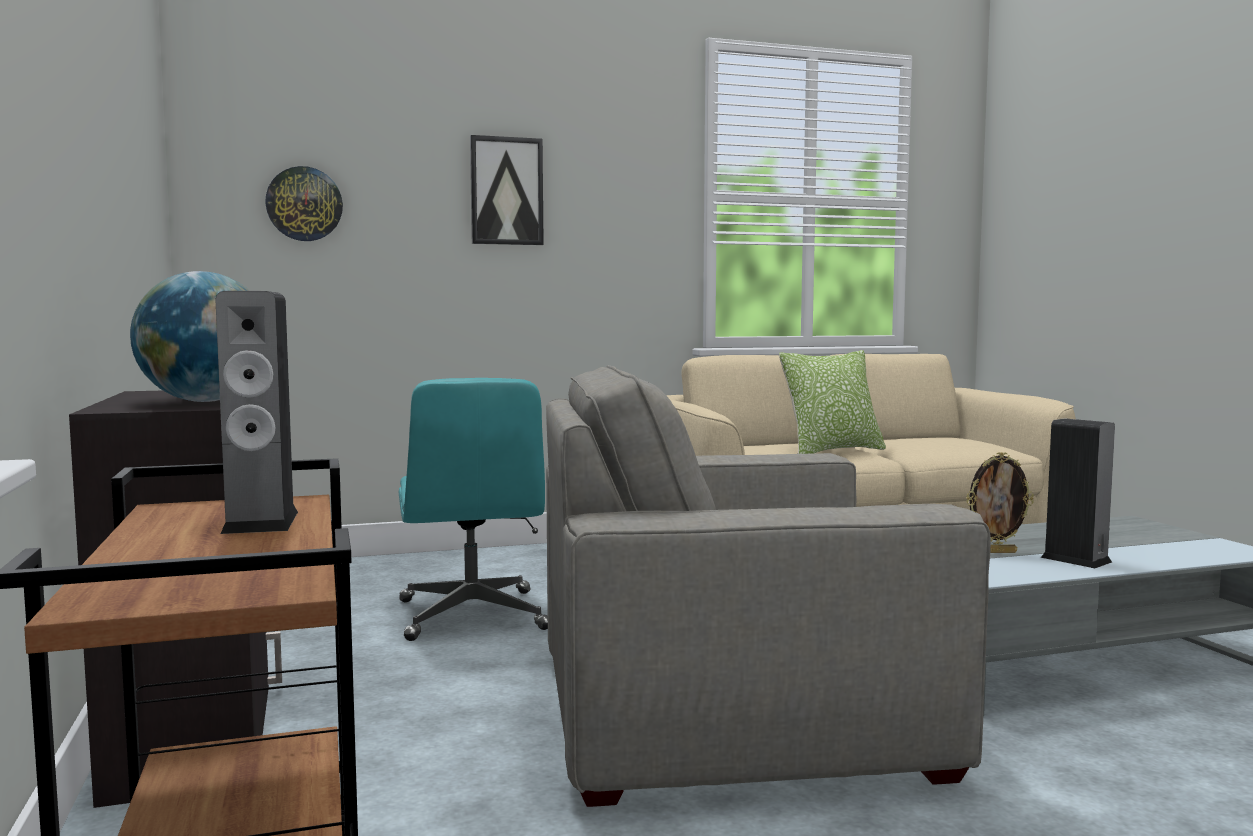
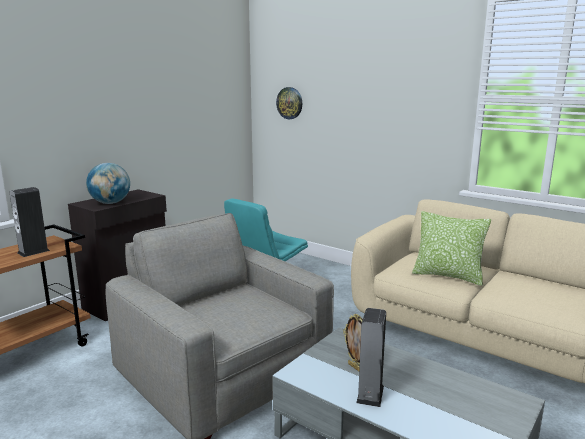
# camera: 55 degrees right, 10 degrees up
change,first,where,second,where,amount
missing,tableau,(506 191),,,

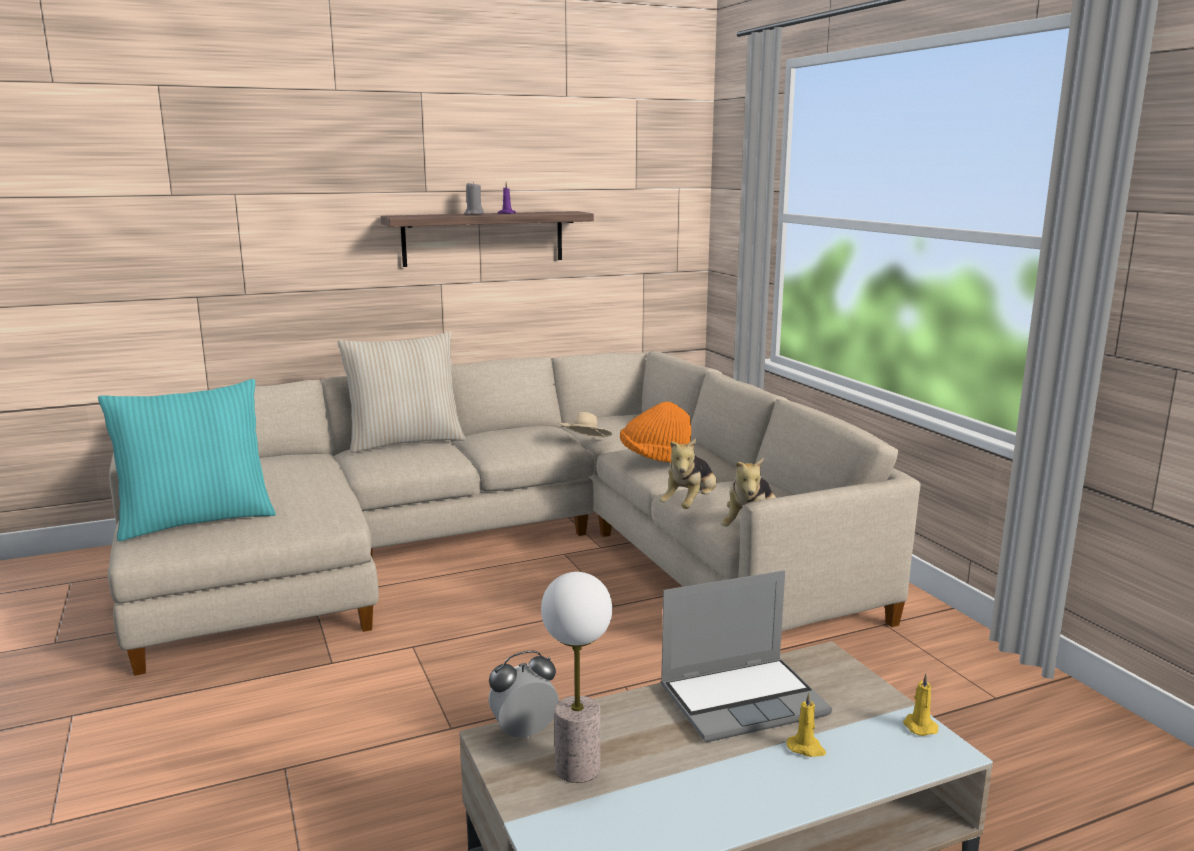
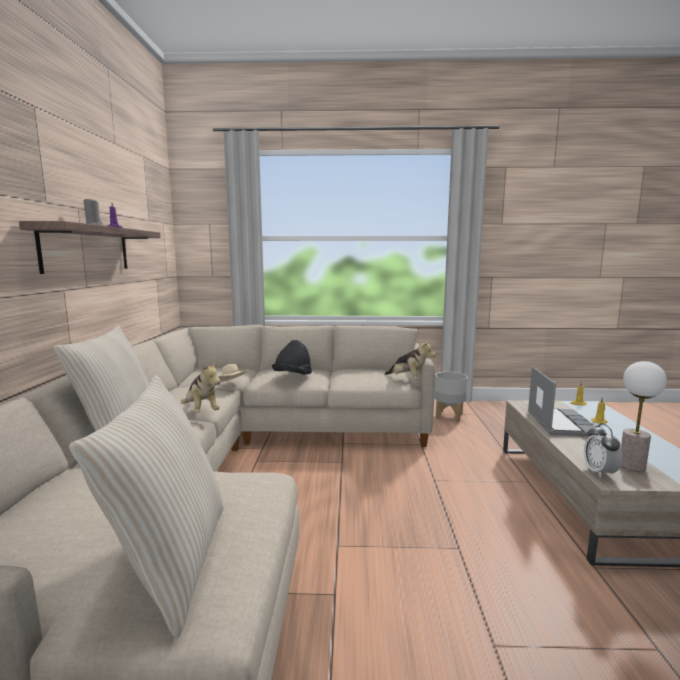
# camera: 65 degrees left, 5 degrees down
change,first,where,second,where,amount
appeared,,,cache-pot (gris),(449 416),
relocated,peluche,(690 505),,(201 411),
colour,coussin (turquoise),(197 520),coussin (beige),(171 562),
colour,chapeau (orange),(655 458),chapeau (noir),(293 376),

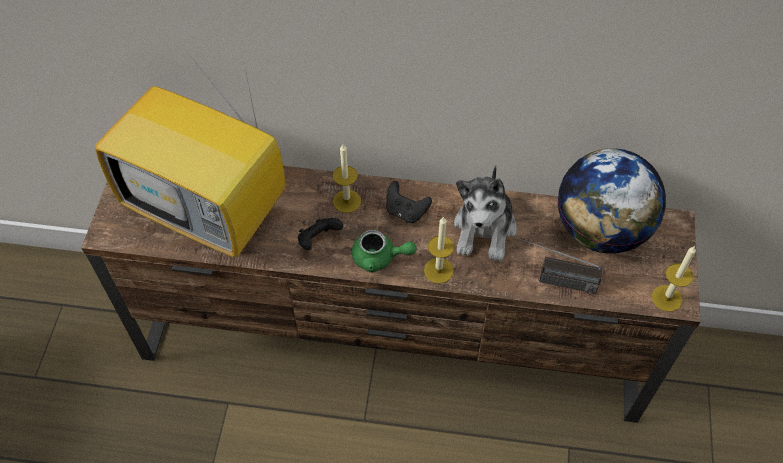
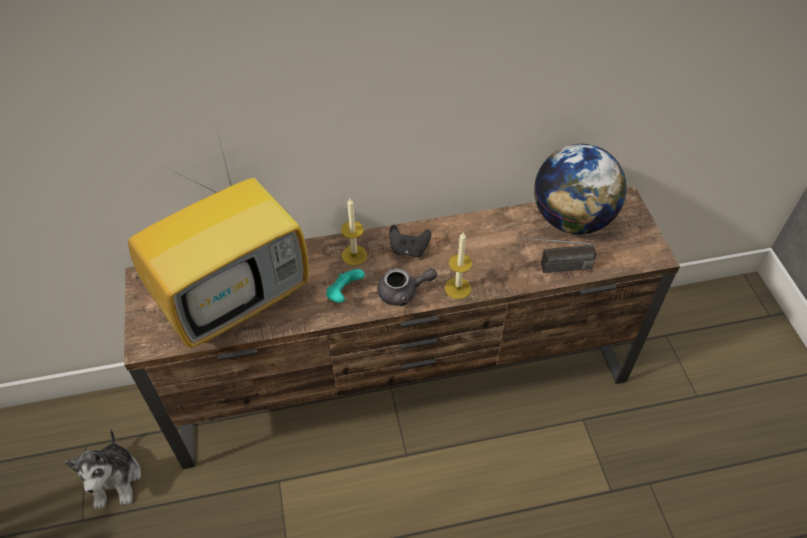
# camera: 20 degrees left, 5 degrees down
change,first,where,second,where,amount
missing,bougie,(667 298),,,
relocated,peluche,(484 229),,(116 479),
colour,manette (noir),(318 240),manette (turquoise),(344 294),
colour,théière (vert),(379 258),théière (gris),(403 293),
spun,téléviseur,(211 210),,(235 297),45 degrees counterclockwise

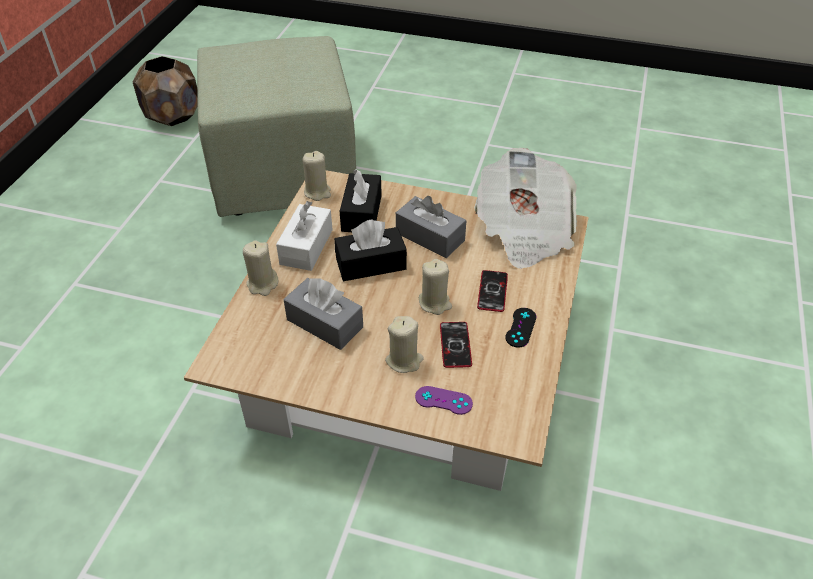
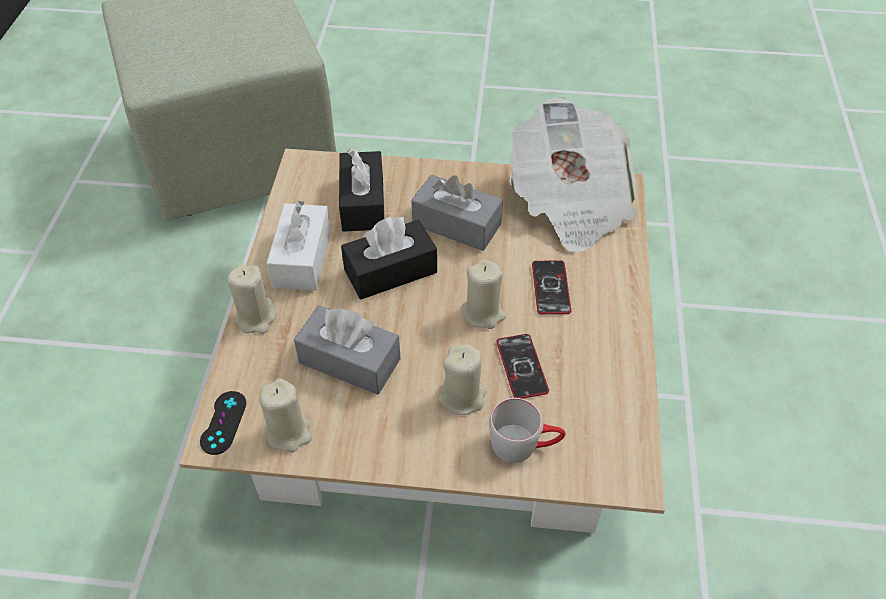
# camera: 10 degrees left, 5 degrees up
change,first,where,second,where,amount
missing,cache-pot (marron),(173 116),,,
relocated,bougie (beige),(317 192),,(289 432),
relocated,manette (noir),(520 327),,(223 422),
exchanged,manette (violet),(443 400),mug (gris),(524 444),

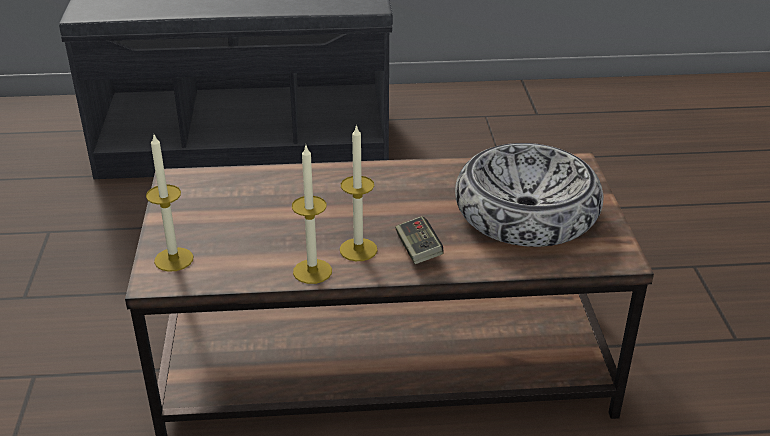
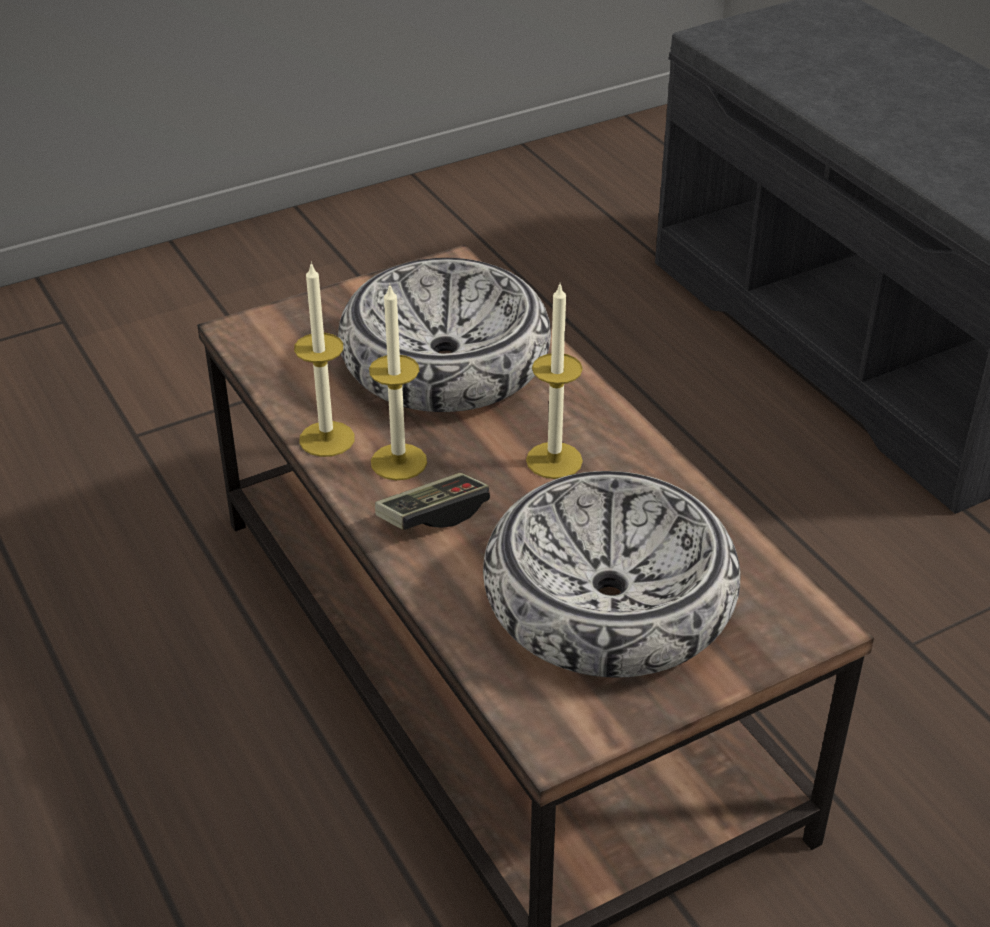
# camera: 65 degrees right, 5 degrees up
change,first,where,second,where,amount
appeared,,,bol,(446 361),
relocated,bougie,(174 259),,(554 460),

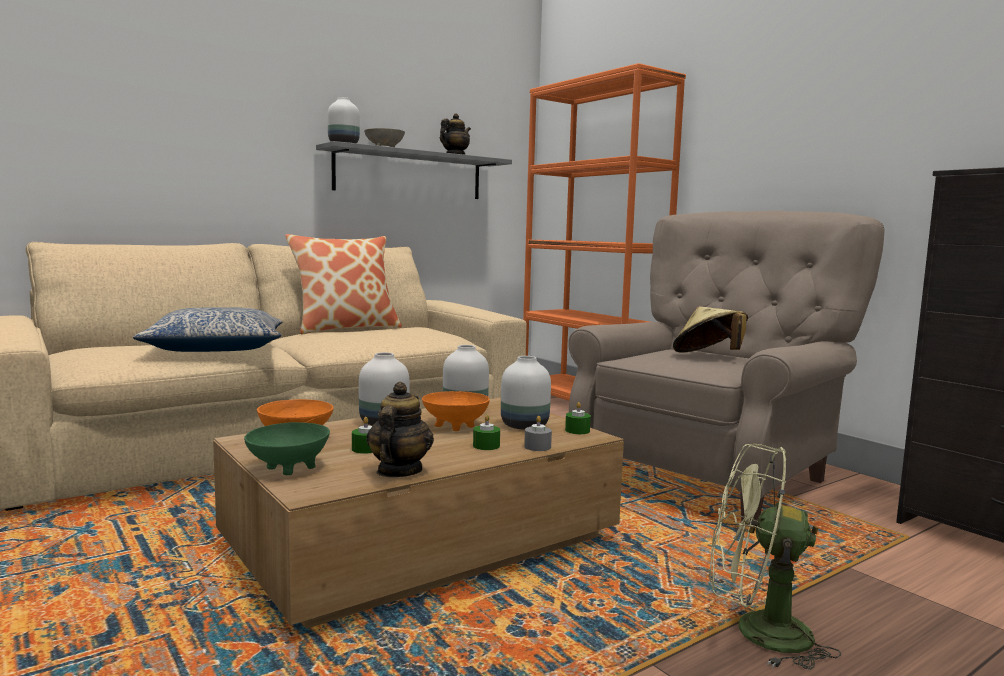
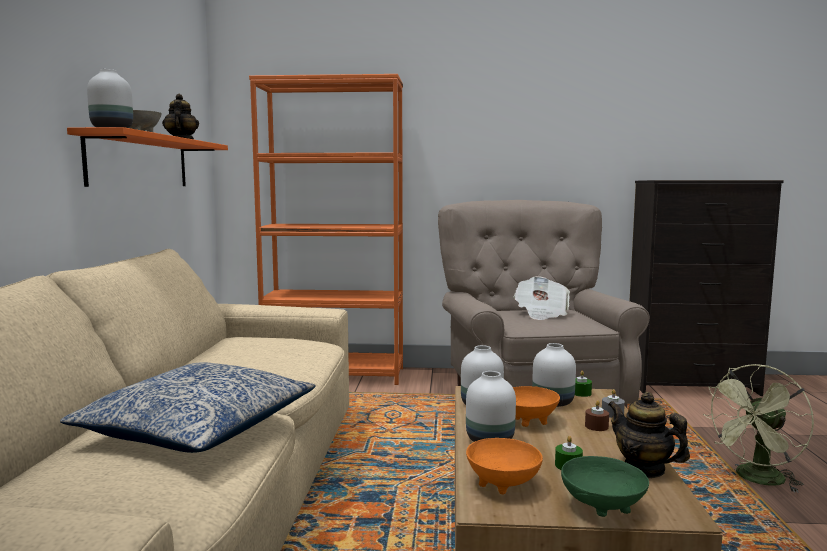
# camera: 50 degrees left, 0 degrees up
change,first,where,second,where,amount
missing,coussin,(345 328),,,
exchanged,chapeau (beige),(708 356),journal,(541 314),
colour,étagère (gris),(409 174),étagère (orange),(140 162),
colour,bougie (vert),(486 446),bougie (marron),(596 426),

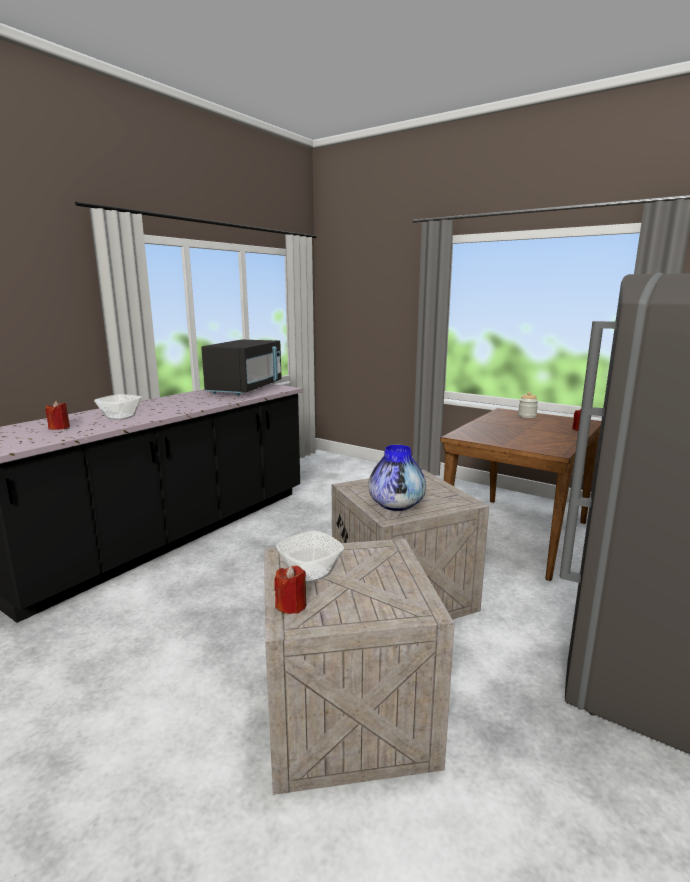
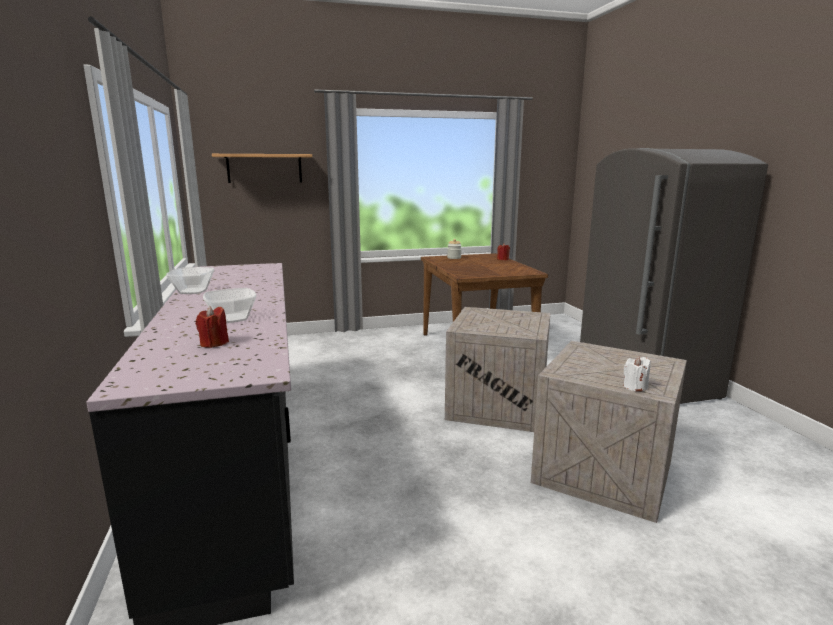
# camera: 50 degrees left, 0 degrees up
change,first,where,second,where,amount
missing,micro-ondes (noir),(246 389),,,
missing,vase,(396 506),,,
appeared,,,étagère,(264 168),
relocated,bol,(309 573),,(192 291),
colour,bougie (rouge),(291 605),bougie (blanc),(635 387),

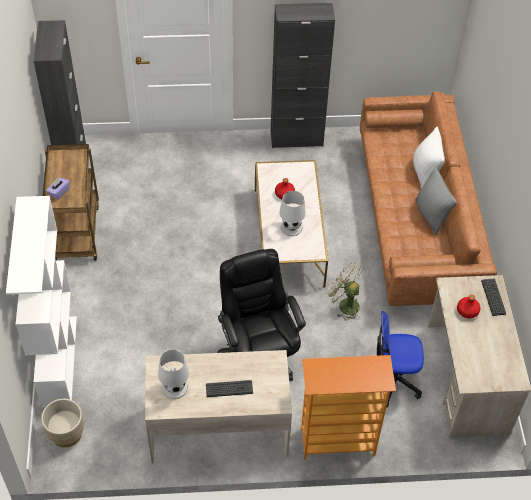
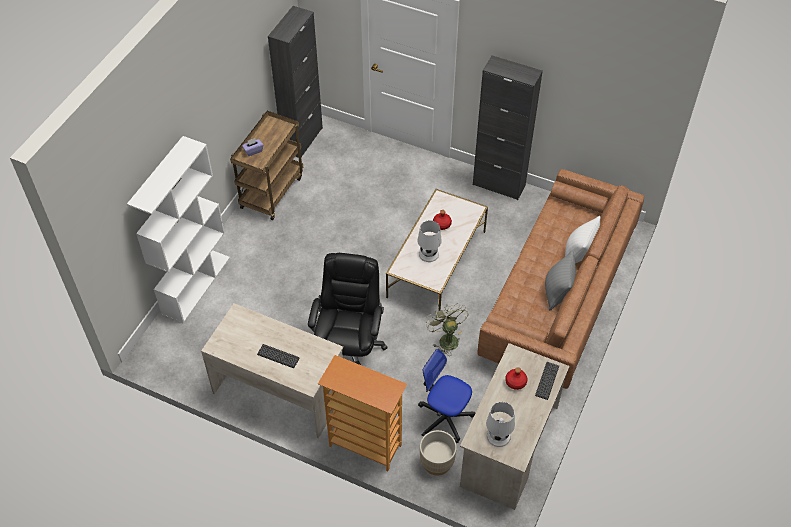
# camera: 30 degrees right, 0 degrees up
change,first,where,second,where,amount
relocated,cache-pot (beige),(66 433),,(436 462),
relocated,lampe de table (blanc),(174 388),,(498 436),

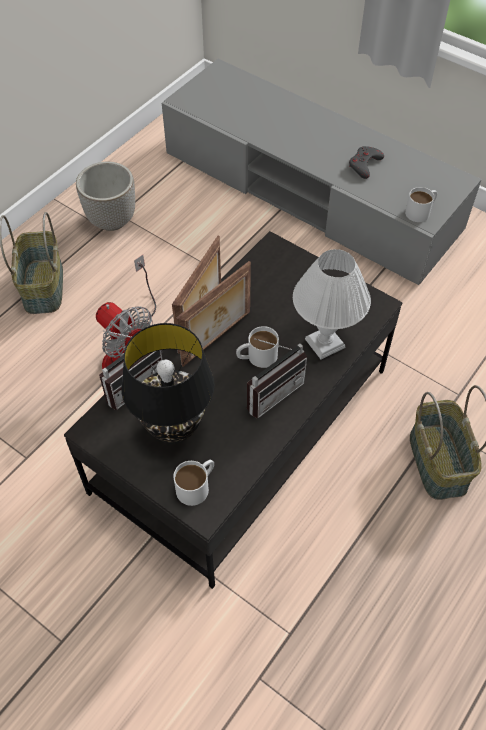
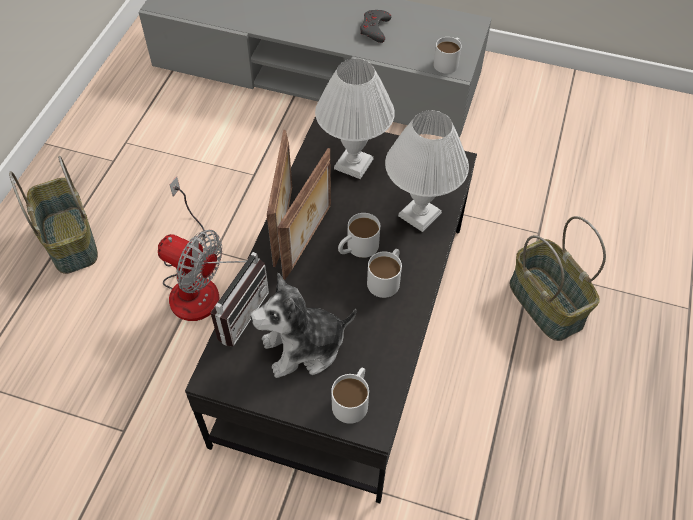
# camera: 20 degrees left, 0 degrees up
change,first,where,second,where,amount
missing,cache-pot,(112 220),,,
appeared,,,lampe de table (blanc),(353 165),
exchanged,lampe de table (noir),(175 429),peluche,(304 347),
exchanged,radio,(270 391),mug (blanc),(386 278),

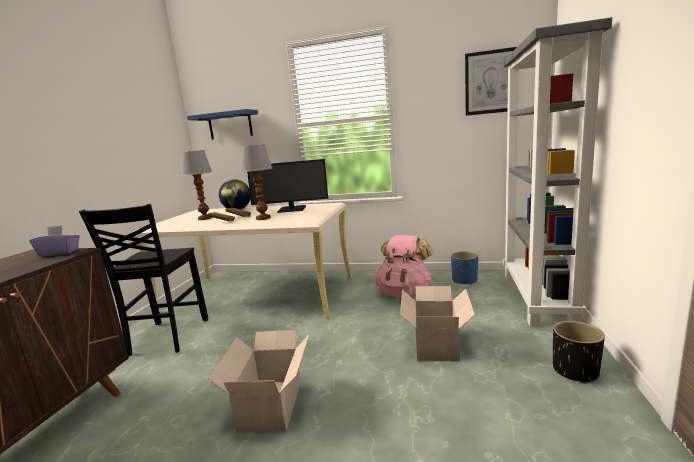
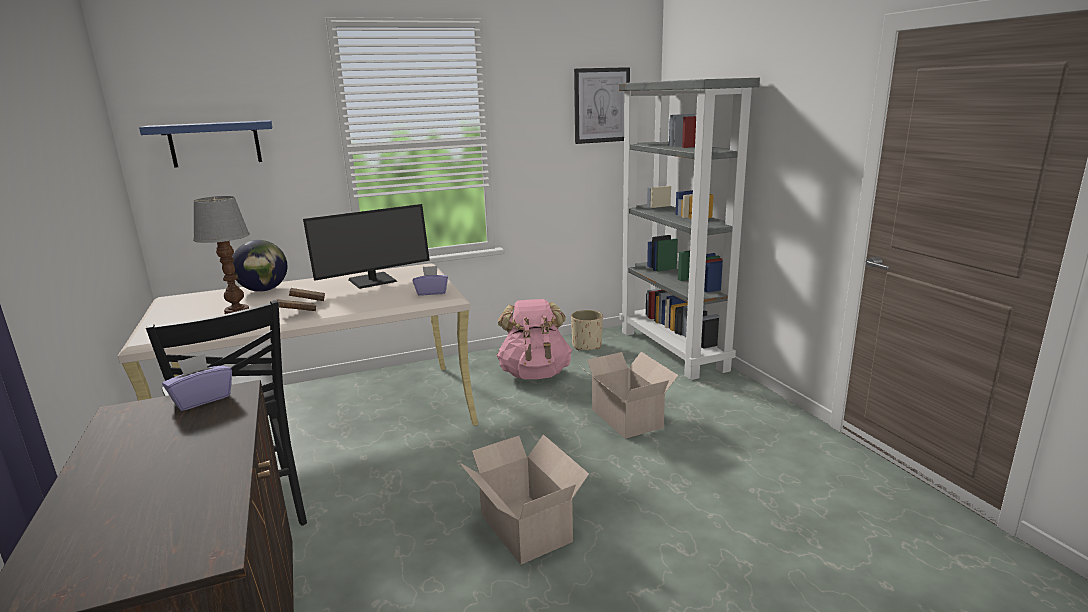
# camera: 35 degrees left, 5 degrees up
change,first,where,second,where,amount
missing,lampe de table,(263 218),,,
missing,cache-pot (noir),(575 371),,,
appeared,,,boîte à mouchoirs (violet),(432 292),
colour,cache-pot (bleu),(464 280),cache-pot (beige),(587 345),

